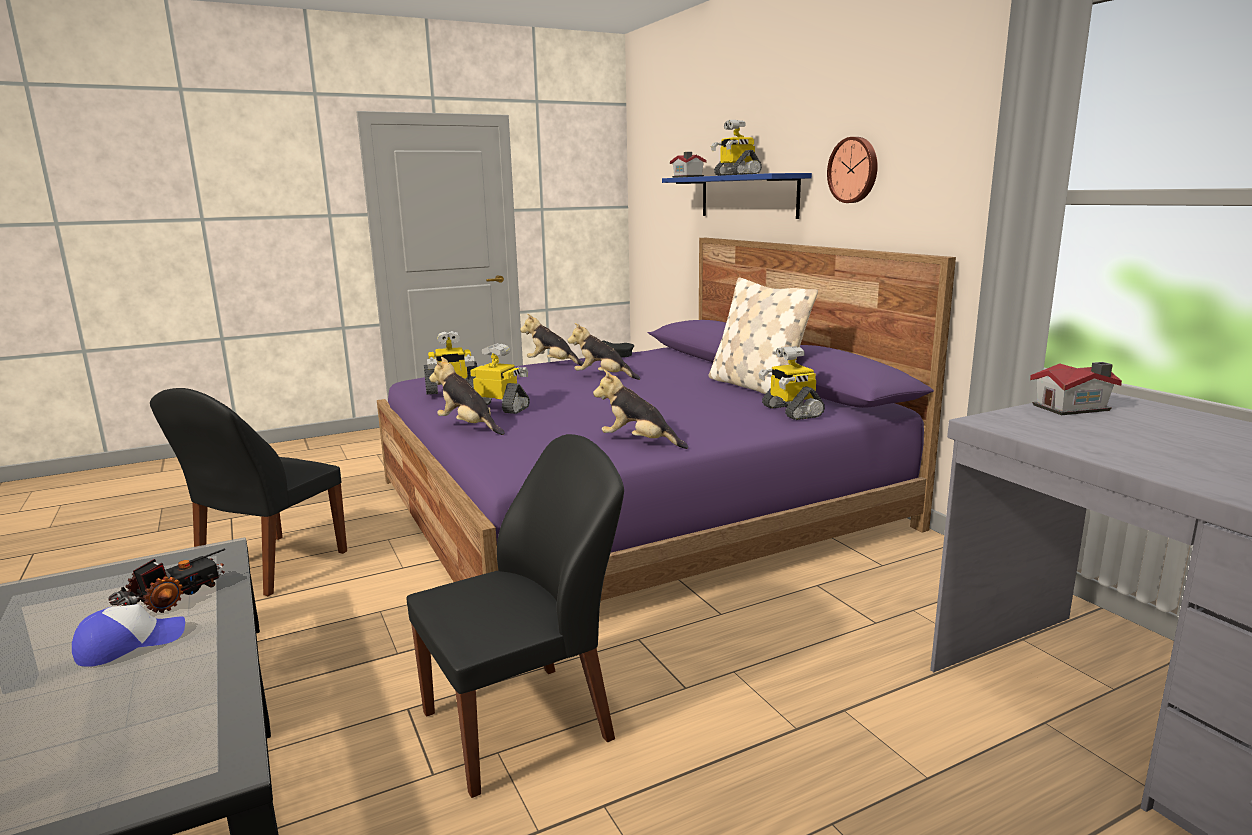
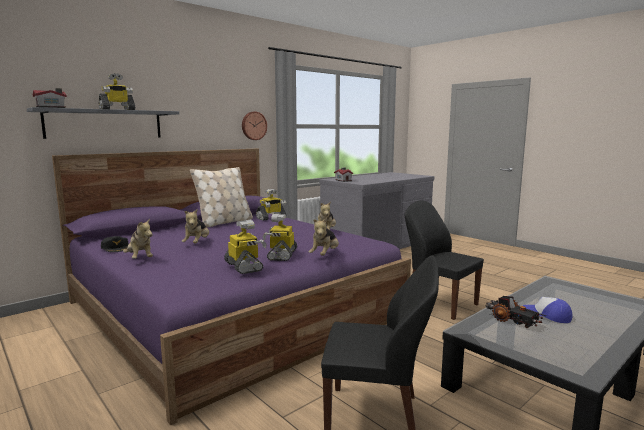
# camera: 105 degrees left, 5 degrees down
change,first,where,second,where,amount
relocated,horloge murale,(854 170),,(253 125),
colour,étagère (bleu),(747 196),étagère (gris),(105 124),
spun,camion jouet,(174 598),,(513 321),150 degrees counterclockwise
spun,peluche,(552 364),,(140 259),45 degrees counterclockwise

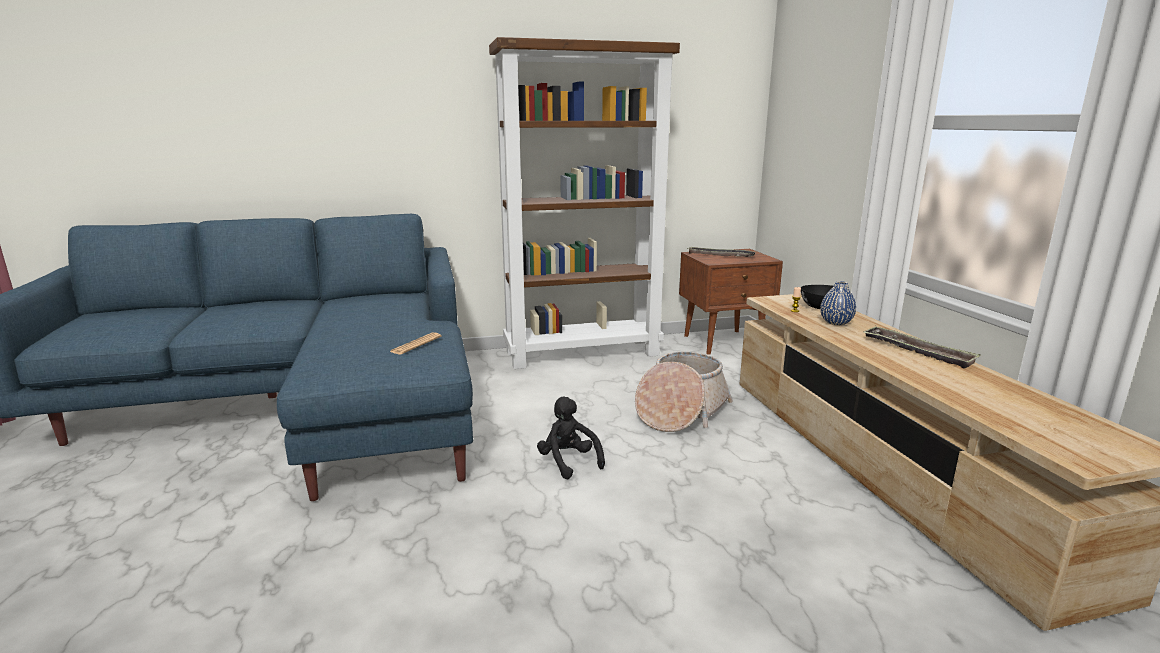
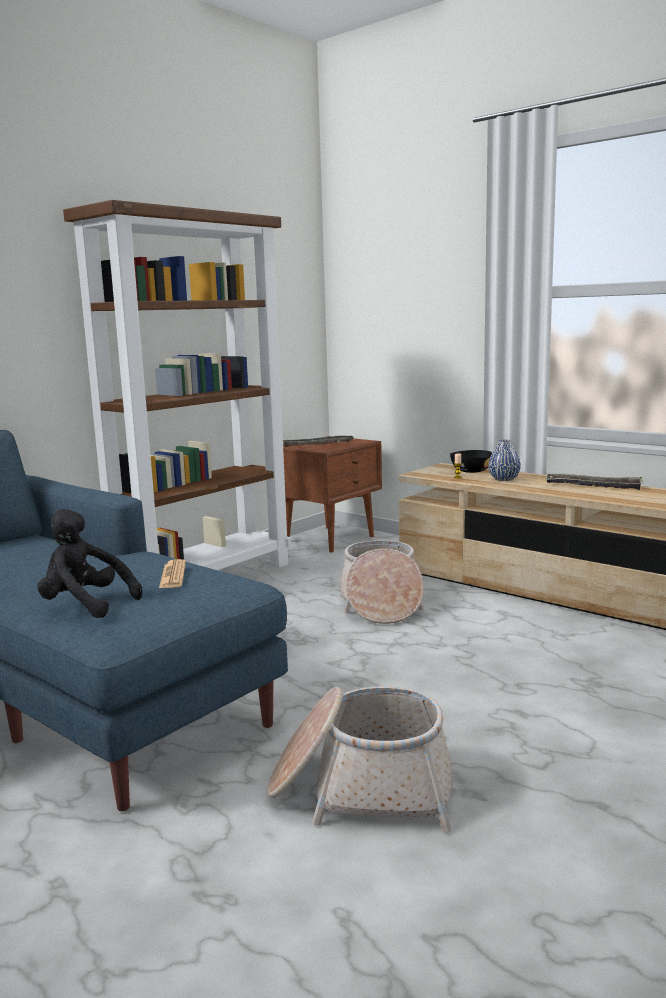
# camera: 35 degrees left, 5 degrees down
change,first,where,second,where,amount
appeared,,,panier,(361 788),
relocated,peluche (noir),(568 462),,(85 605),

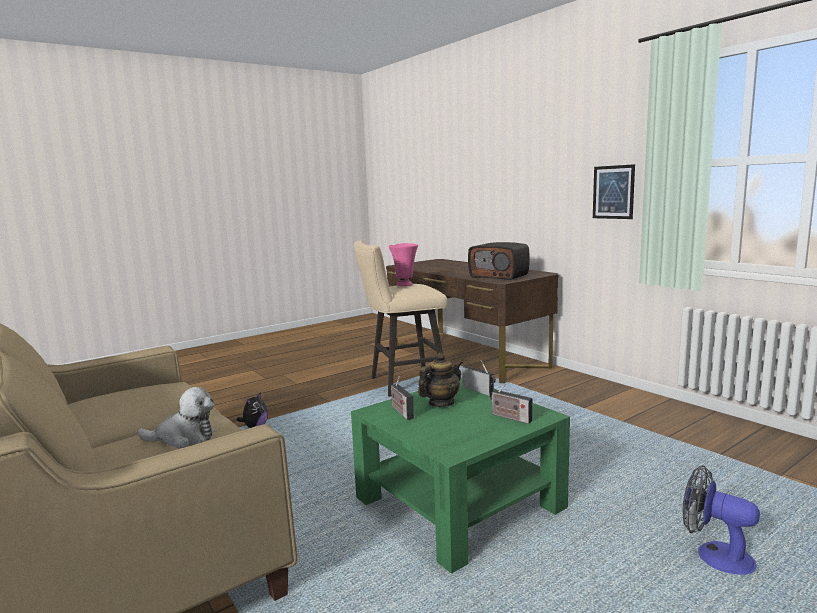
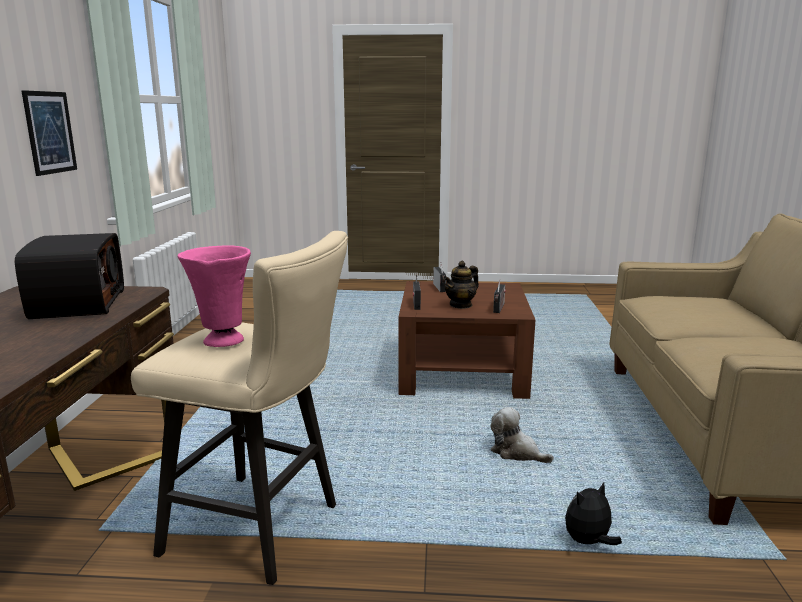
# camera: 140 degrees left, 5 degrees up
change,first,where,second,where,amount
missing,ventilateur,(714 555),,,
relocated,peluche,(184 437),,(516 452),
colour,table basse (vert),(459 503),table basse (marron),(462 371),
spun,théière,(441 403),,(461 305),45 degrees counterclockwise

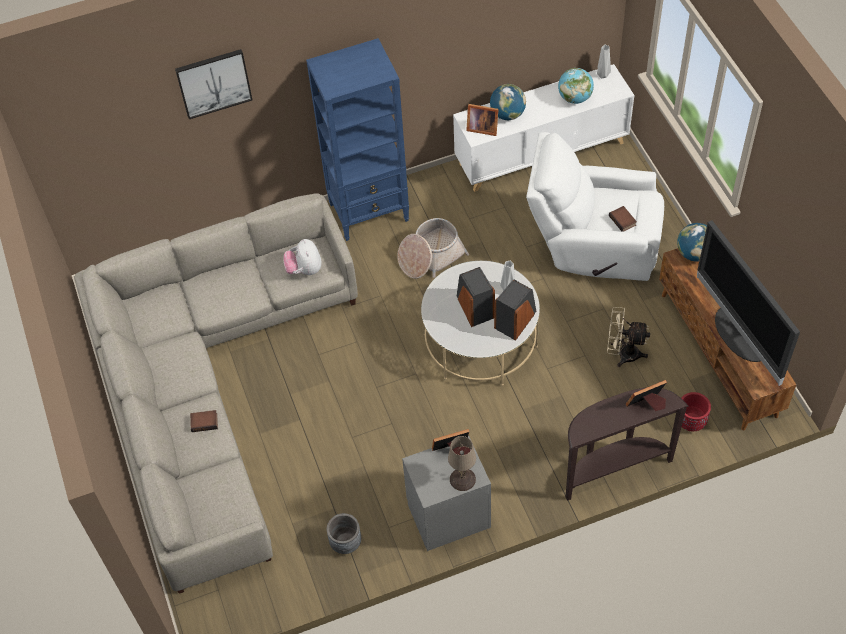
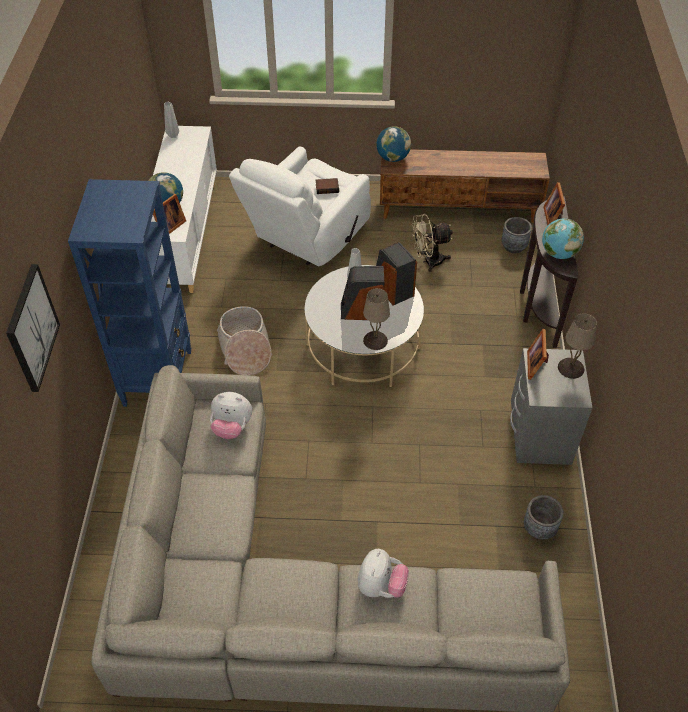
# camera: 70 degrees left, 5 degrees down
change,first,where,second,where,amount
missing,téléviseur,(738 335),,,
appeared,,,lampe de table (beige),(375 340),
relocated,globe,(574 98),,(558 253),
exchanged,livre,(205 422),peluche,(381 586),
colour,cache-pot (rouge),(691 422),cache-pot (gris),(514 247),
spun,ventilateur (beige),(622 354),,(428 261),45 degrees clockwise

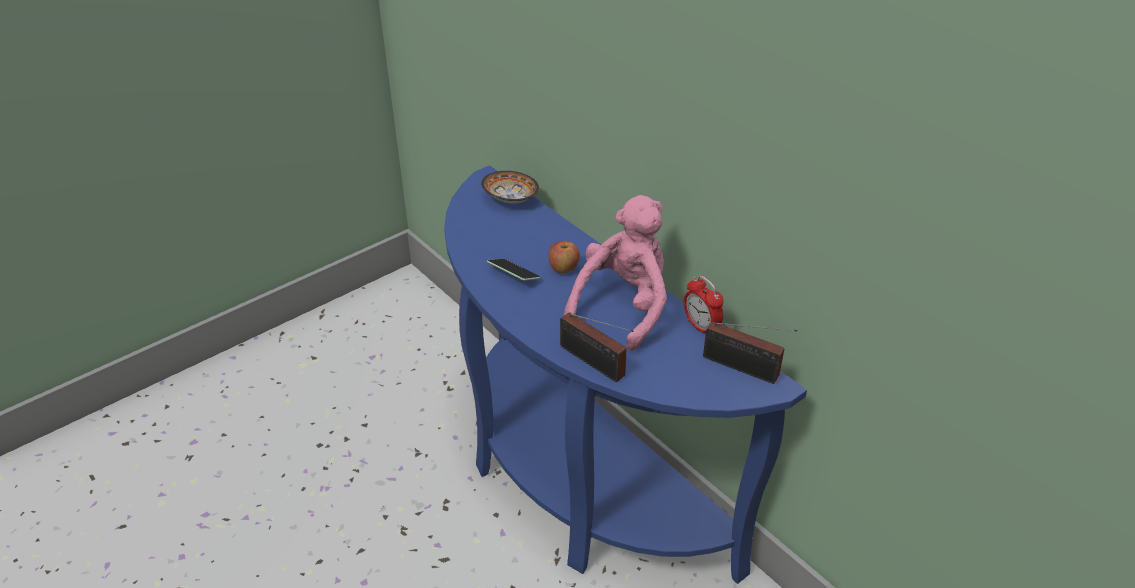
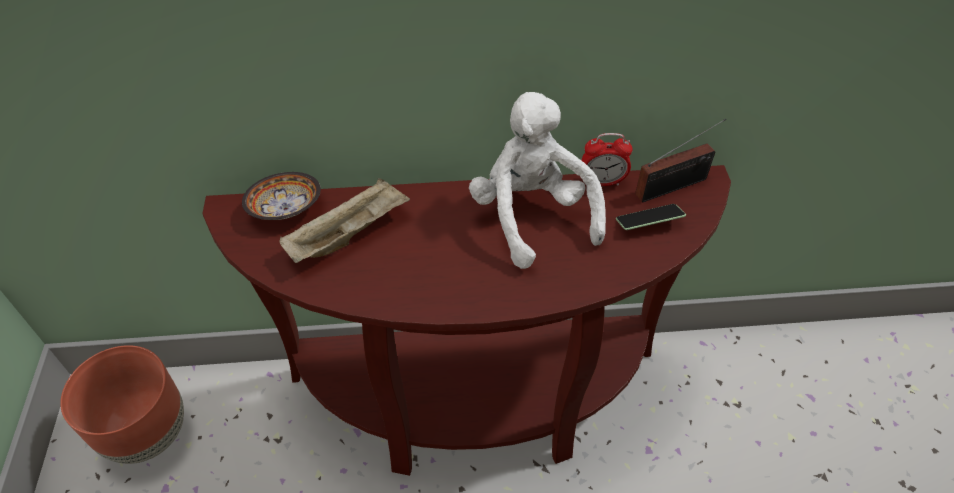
# camera: 55 degrees left, 10 degrees up
change,first,where,second,where,amount
missing,pomme,(563 269),,,
missing,radio,(595 363),,,
appeared,,,cache-pot (marron),(147 434),
appeared,,,plateau (beige),(349 234),
relocated,téléphone,(513 275),,(648 223),
colour,table console (bleu),(576 483),table console (marron),(475 403),
colour,peluche (rose),(623 306),peluche (blanc),(532 216),

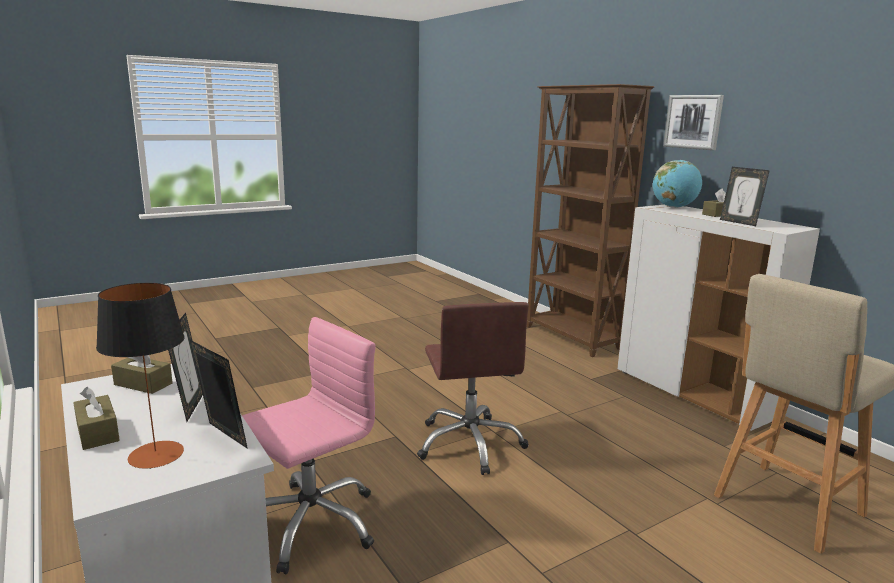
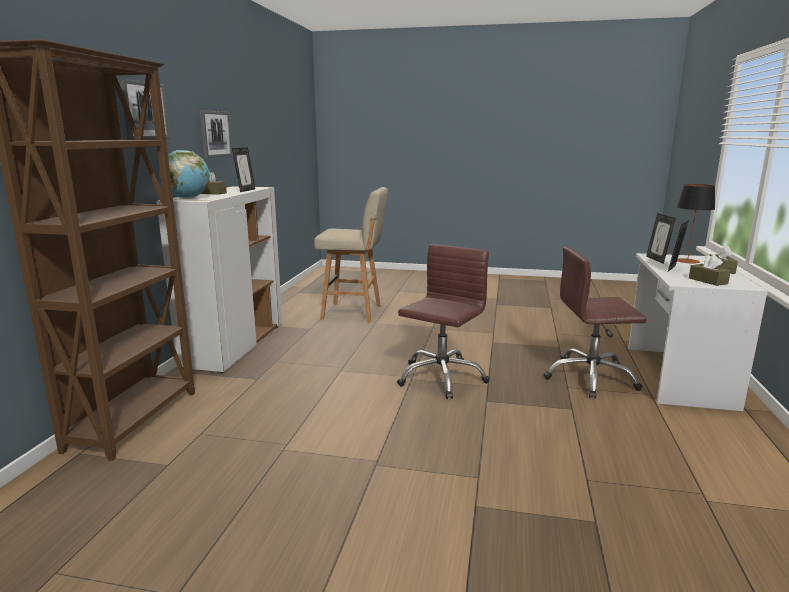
# camera: 135 degrees left, 0 degrees up
change,first,where,second,where,amount
appeared,,,tableau,(215 134),
colour,chaise de bureau (rose),(310 523),chaise de bureau (marron),(590 378),

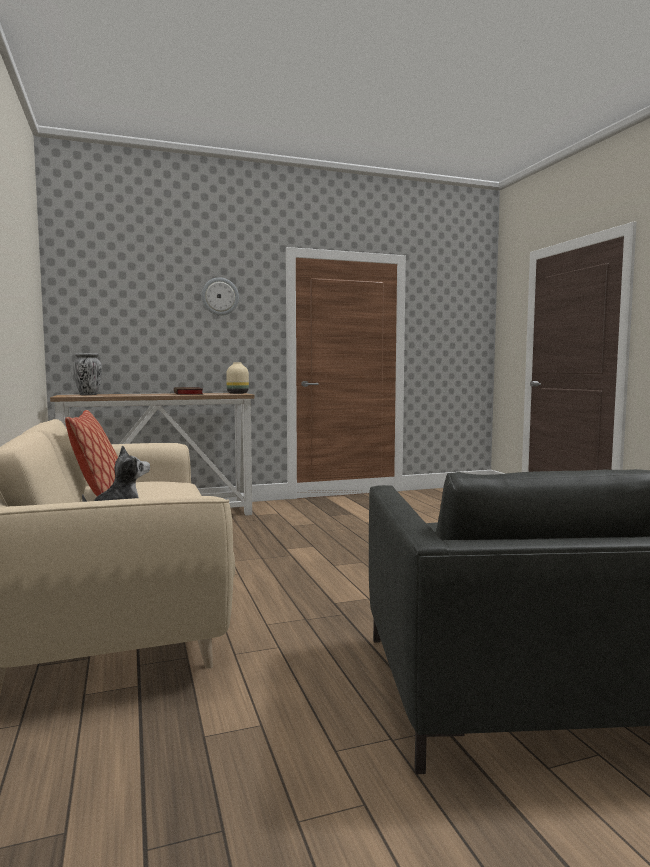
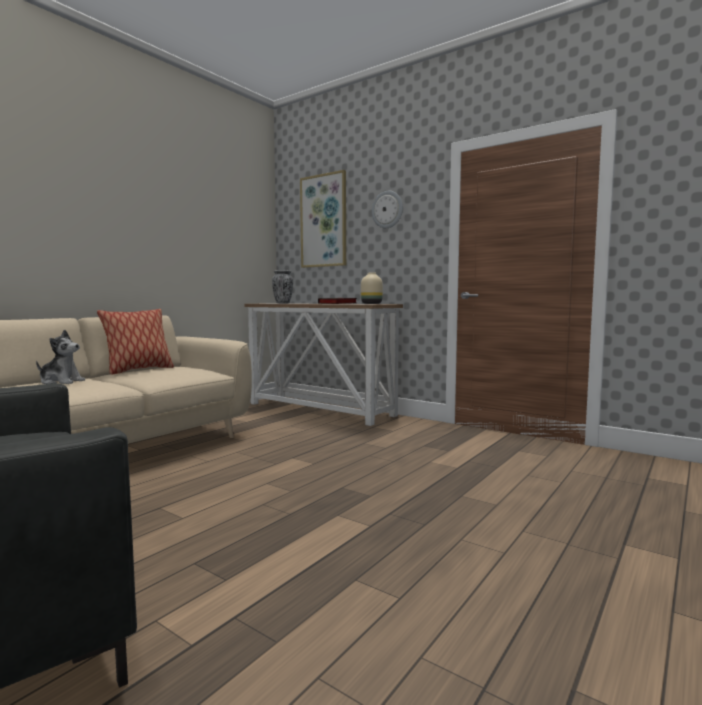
# camera: 55 degrees right, 0 degrees up
change,first,where,second,where,amount
appeared,,,tableau,(324 221),

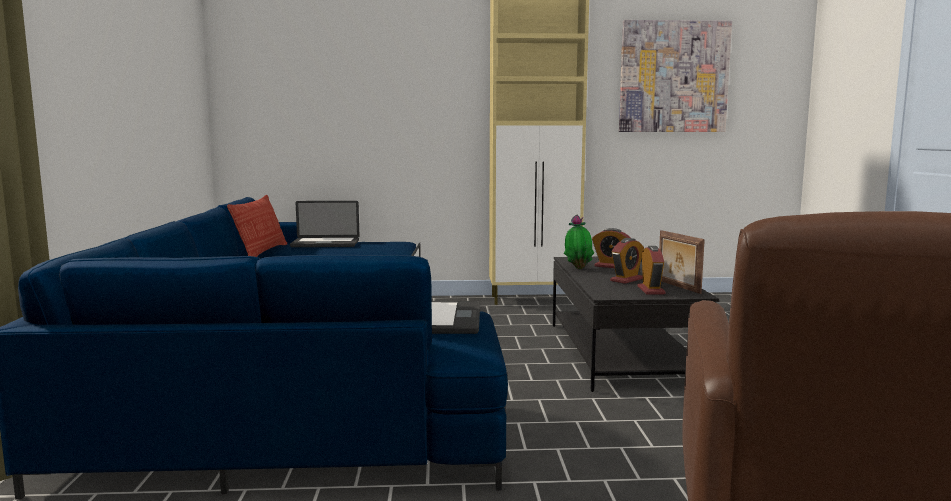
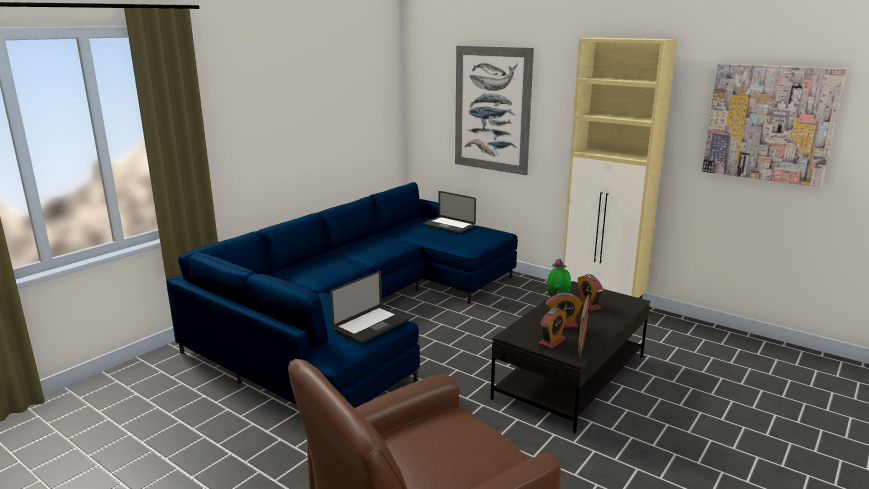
# camera: 40 degrees right, 10 degrees up
change,first,where,second,where,amount
missing,coussin,(262 253),,,
appeared,,,tableau,(492 109),

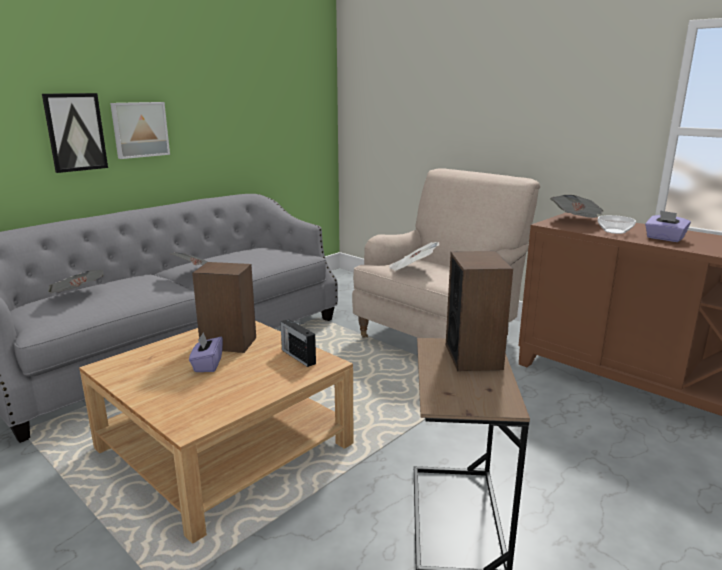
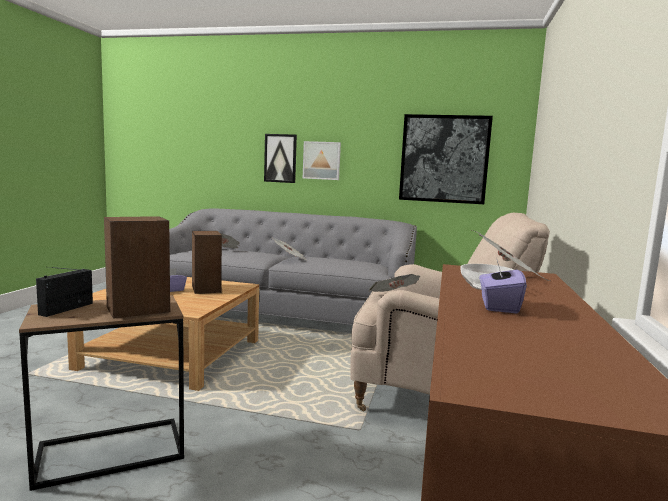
# camera: 60 degrees right, 10 degrees down
change,first,where,second,where,amount
appeared,,,tableau,(444 159),
relocated,radio,(298 356),,(67 308),

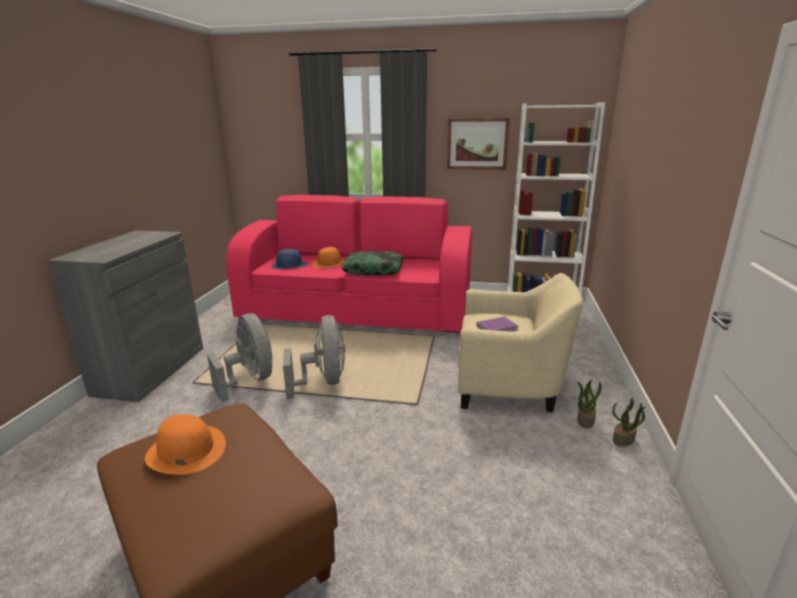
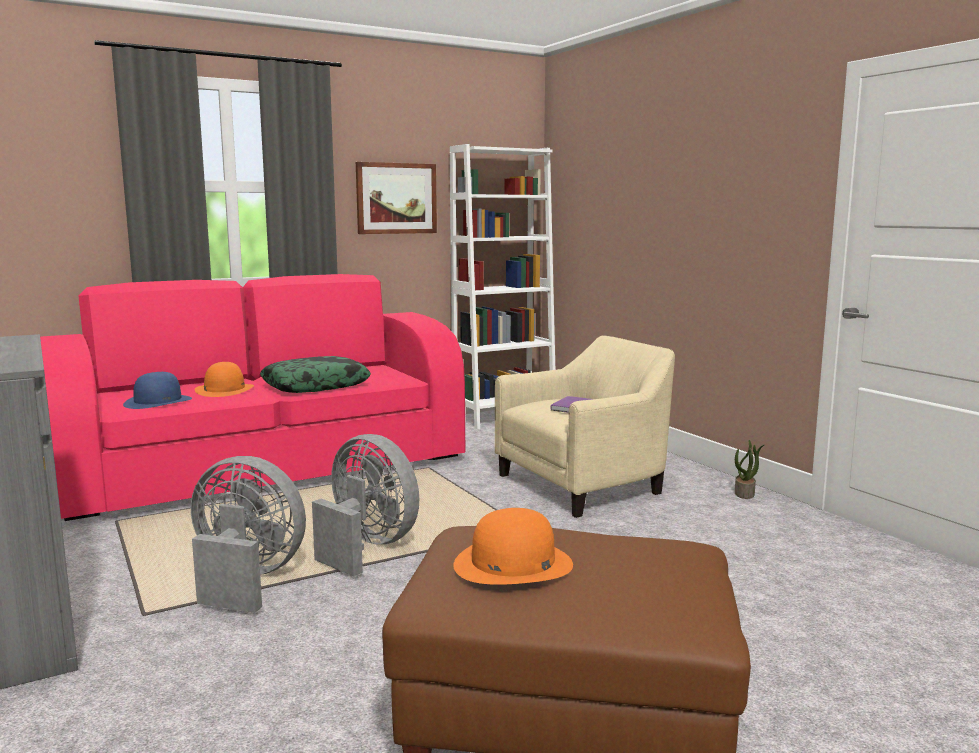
# camera: 40 degrees left, 10 degrees down
change,first,where,second,where,amount
missing,plante en pot,(585 420),,,

